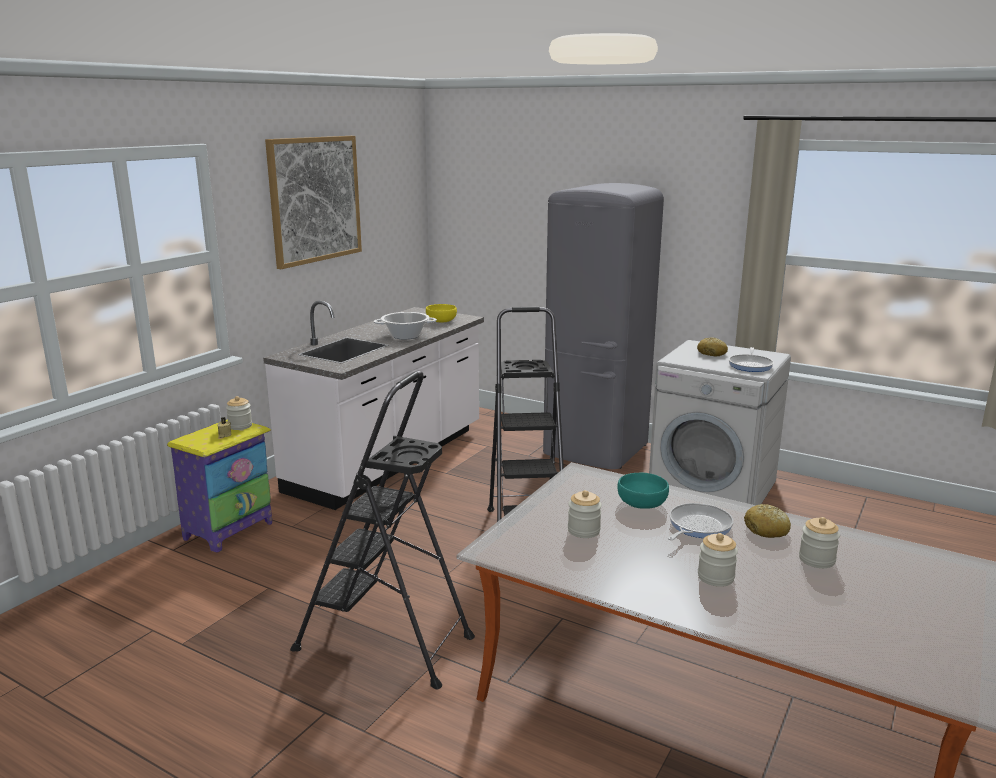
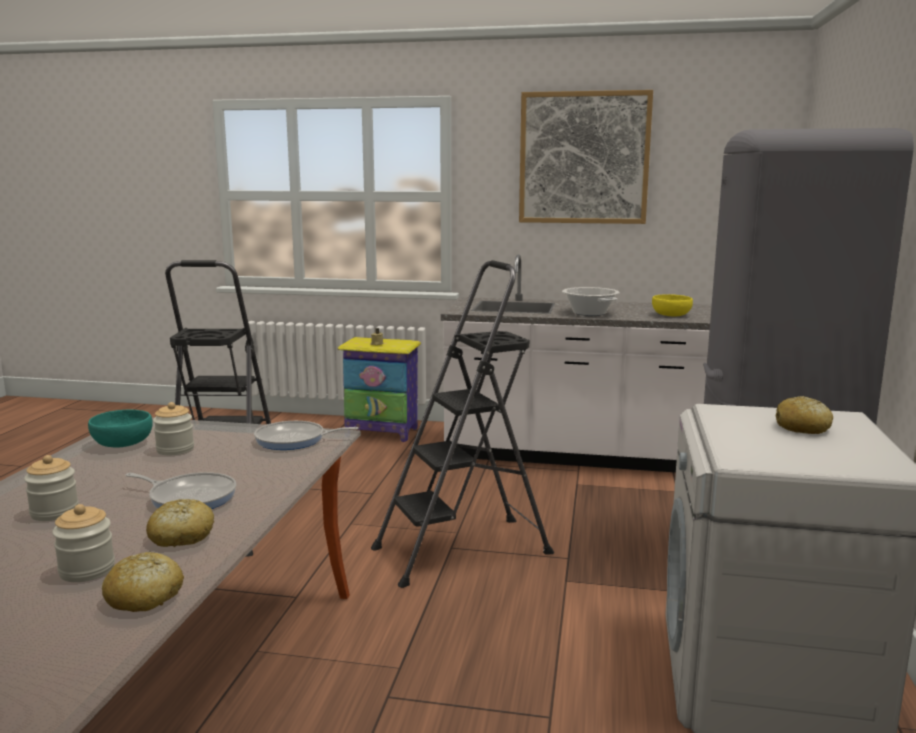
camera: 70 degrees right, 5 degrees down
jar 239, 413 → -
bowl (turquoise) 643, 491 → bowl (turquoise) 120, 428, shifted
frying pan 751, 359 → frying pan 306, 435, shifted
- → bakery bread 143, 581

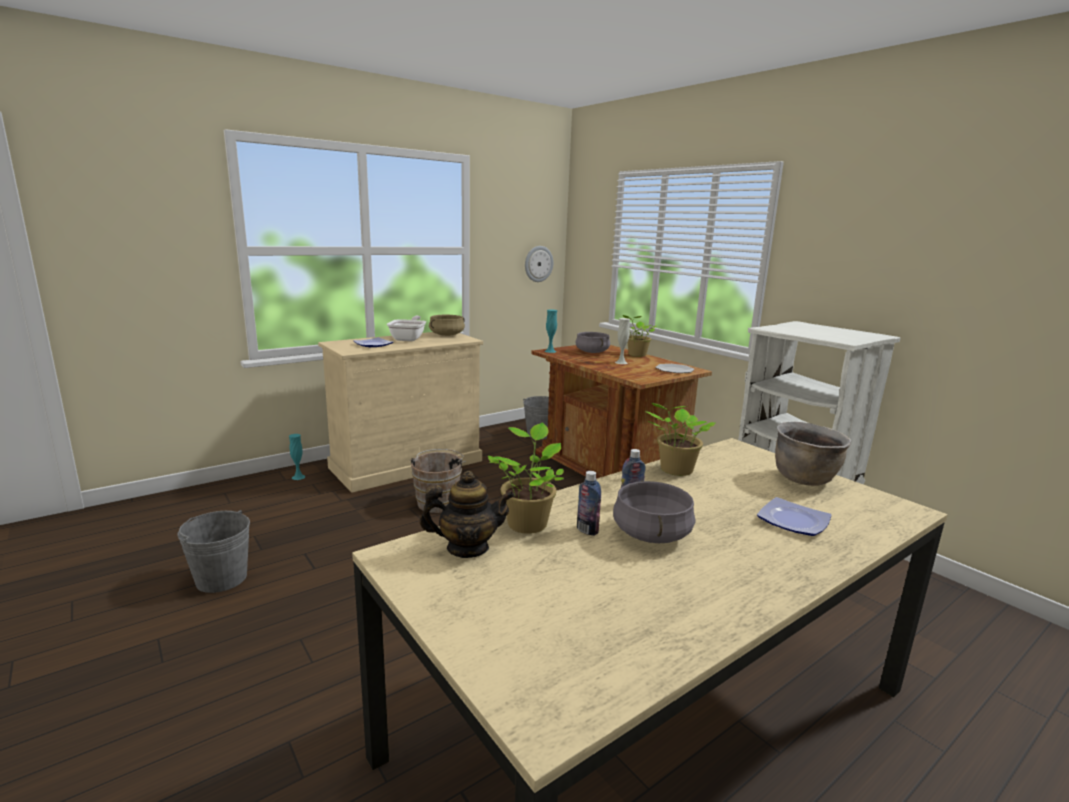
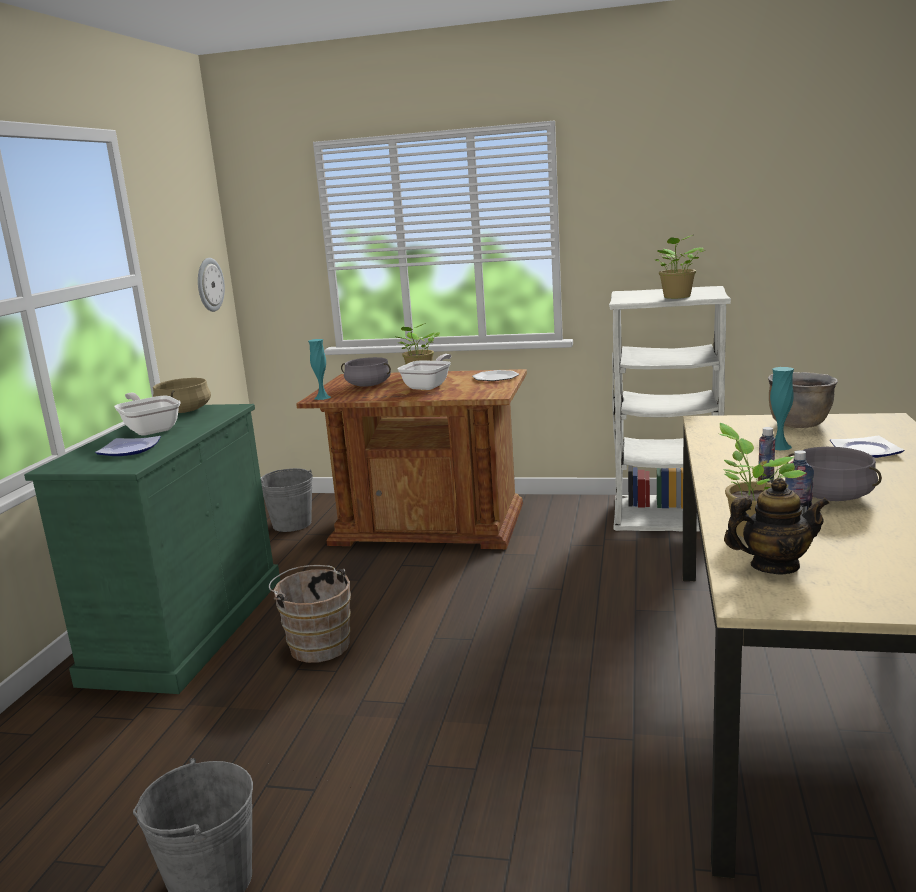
camera: 40 degrees left, 0 degrees up
decorative vase (turquoise) 297, 457 → decorative vase (turquoise) 782, 408, shifted
drawer chest (beige-coloured) 400, 412 → drawer chest (greenish) 152, 549
pot for tea 466, 514 → pot for tea 776, 526, 45 degrees clockwise
decorative vase (whitish) 622, 341 → frying pan 424, 372
houseplant 680, 439 → houseplant 679, 267, shifted

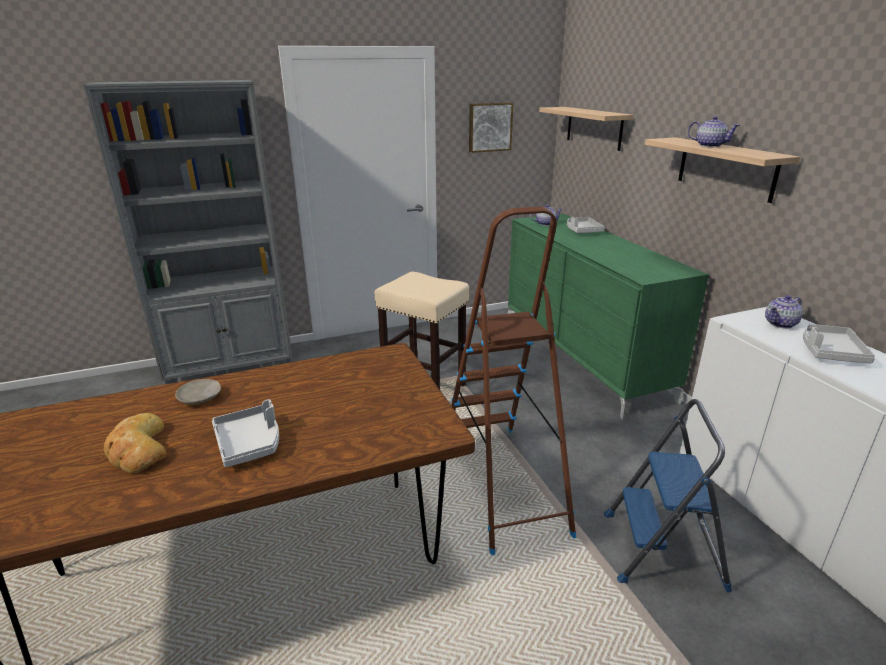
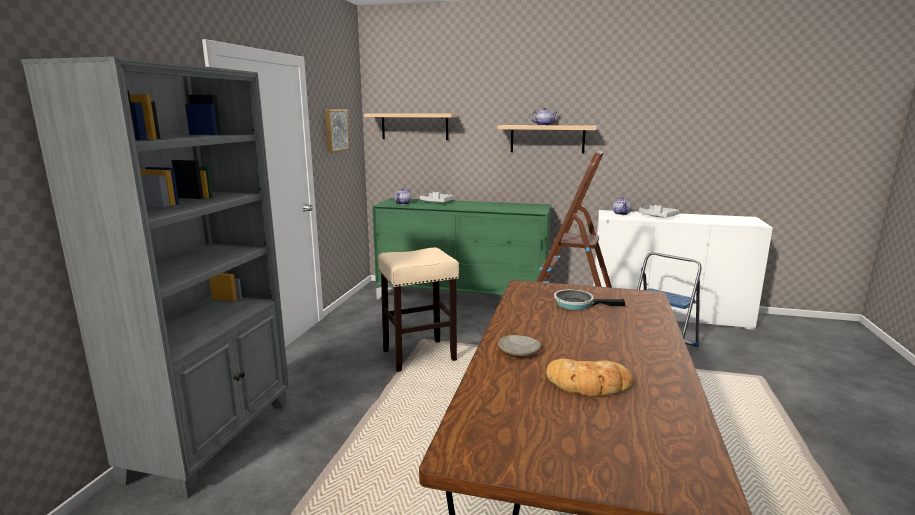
camera: 55 degrees left, 10 degrees down
carrying tray (gray) 245, 433 → -
- → frying pan 589, 299

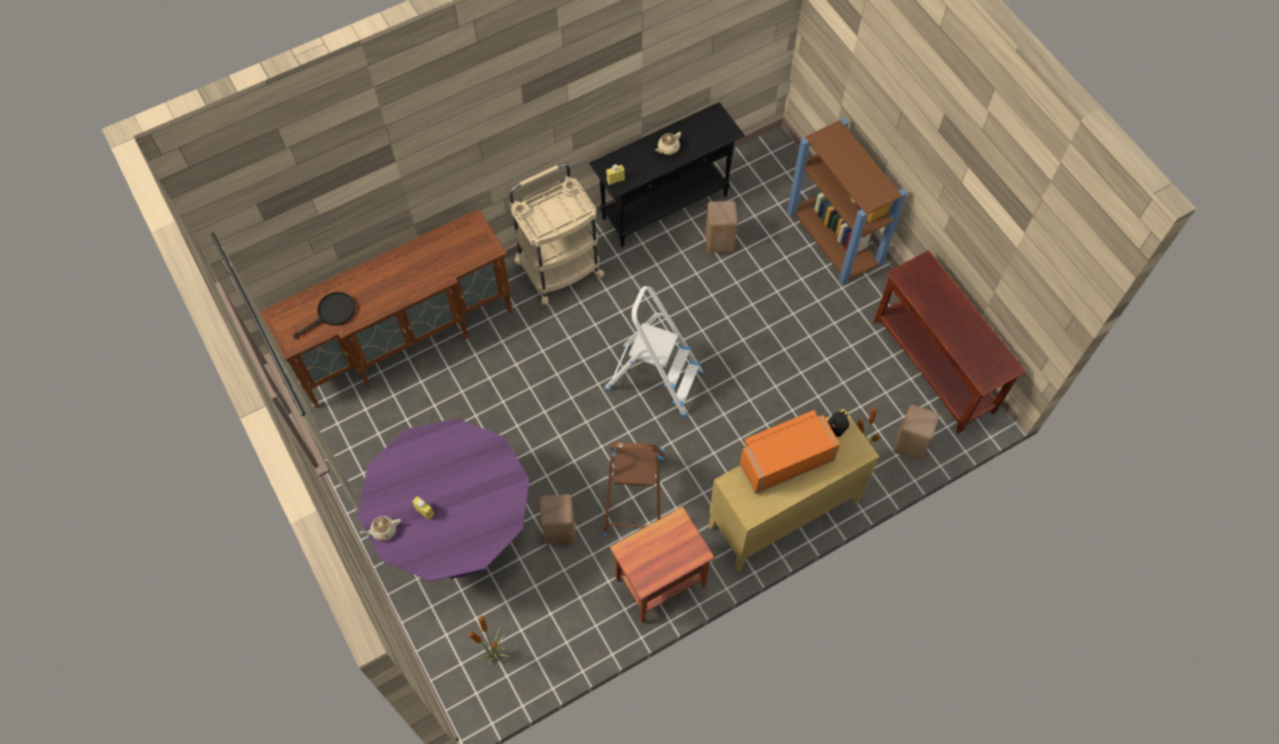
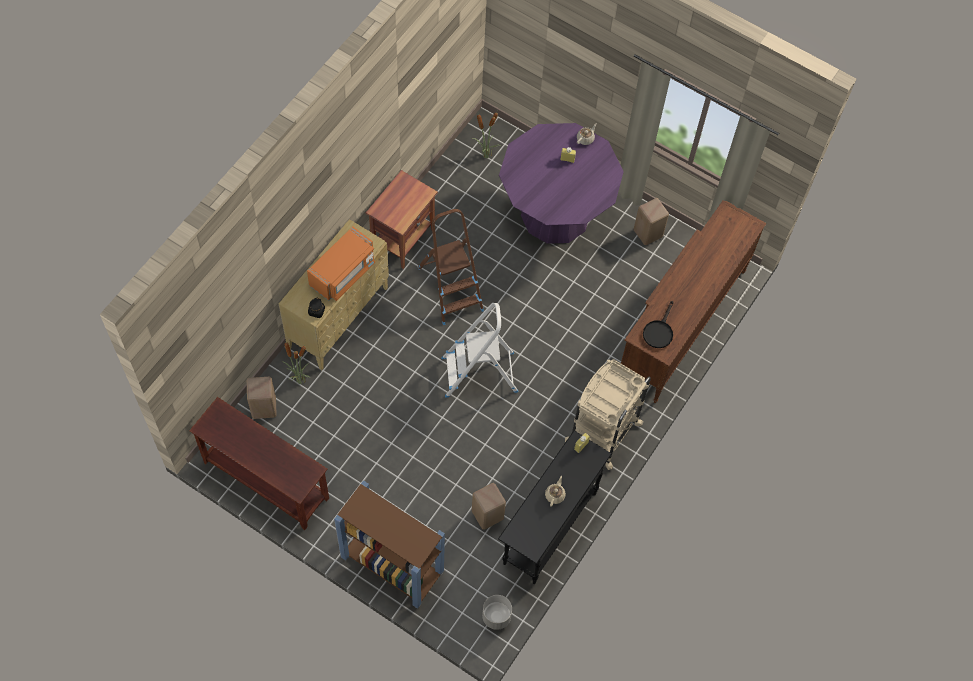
camera: 150 degrees right, 0 degrees up
frying pan (black-coloured) 324, 315 → frying pan (black-coloured) 658, 324, shifted
stool (beige-coloured) 557, 519 → stool (beige-coloured) 651, 221, shifted
- → plant pot (gray) 497, 612

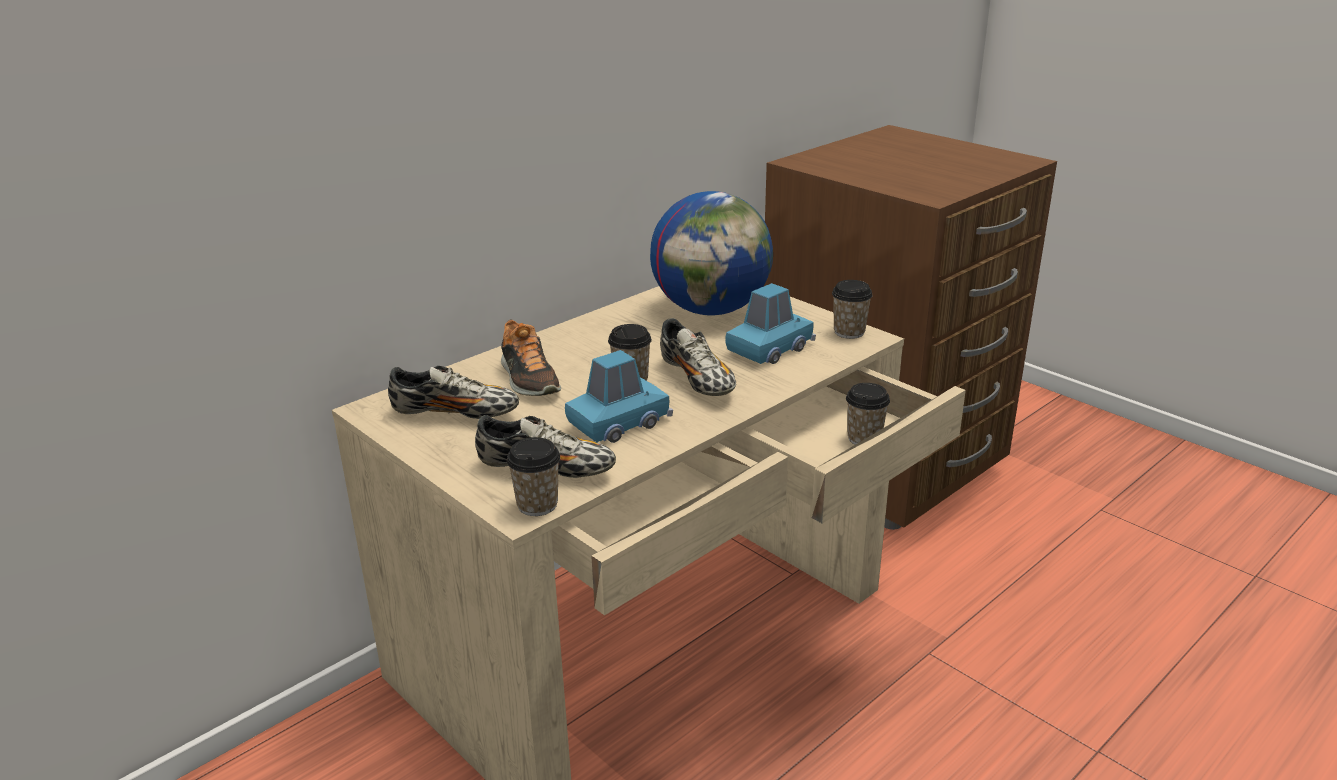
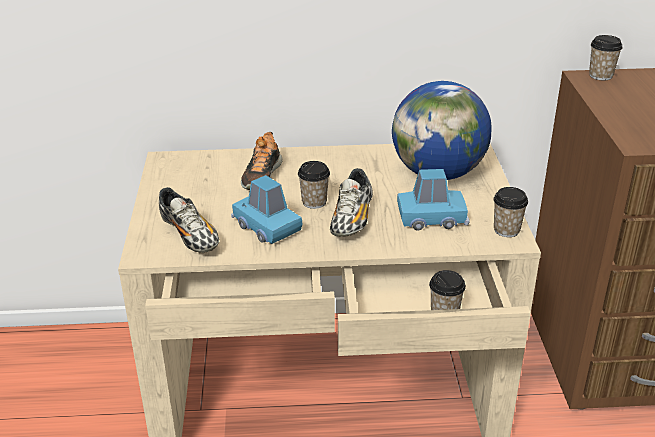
camera: 40 degrees right, 5 degrees up
shoe 453, 392 → -
small cup 533, 476 → small cup 606, 57, shifted
toy car (blue-coloured) 619, 396 → toy car (blue-coloured) 266, 209, 135 degrees counterclockwise

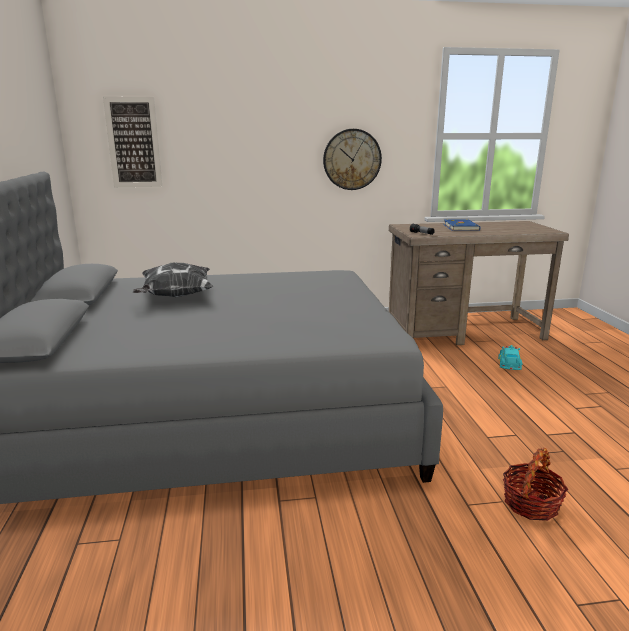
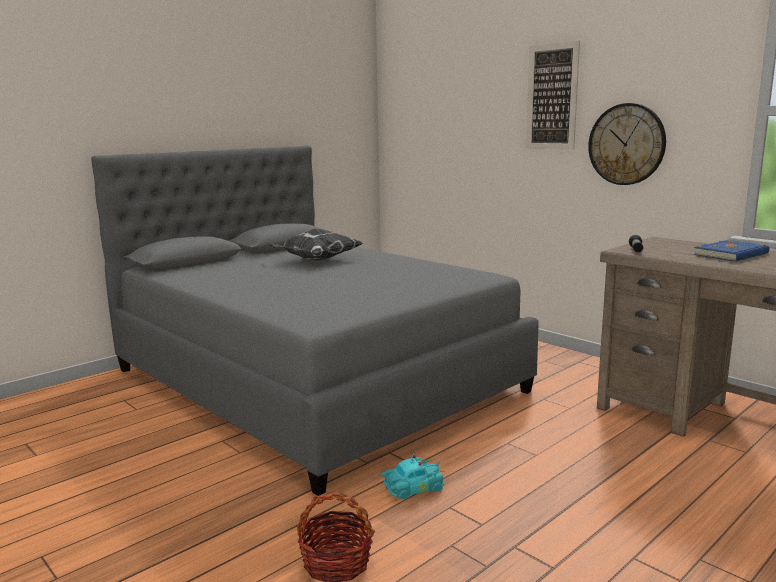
camera: 55 degrees right, 5 degrees down
wall art 132, 141 → wall art 553, 95, shifted
toy car (turquoise) 510, 357 → toy car (turquoise) 412, 476, shifted

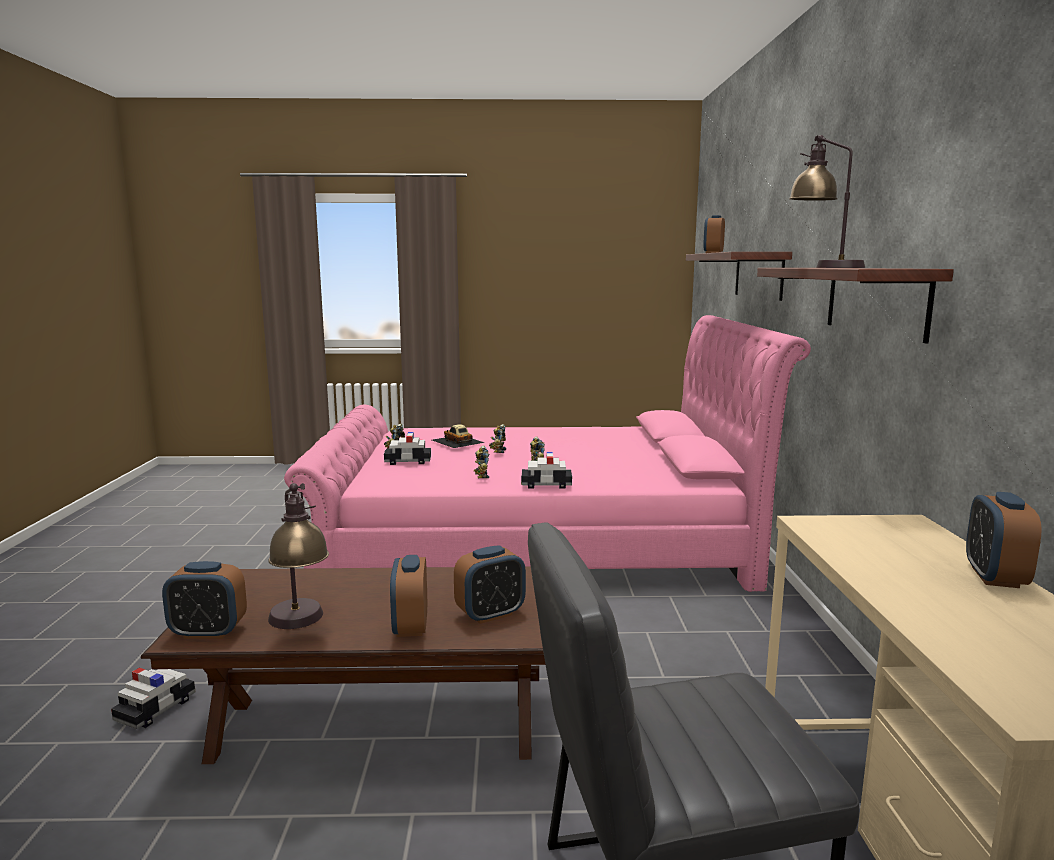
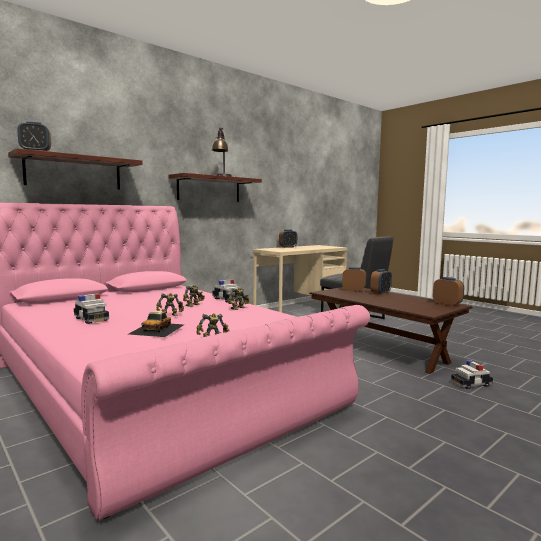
camera: 130 degrees left, 5 degrees down
tabletop lamp 298, 556 → -
toy car 407, 448 → toy car 91, 308, shifted

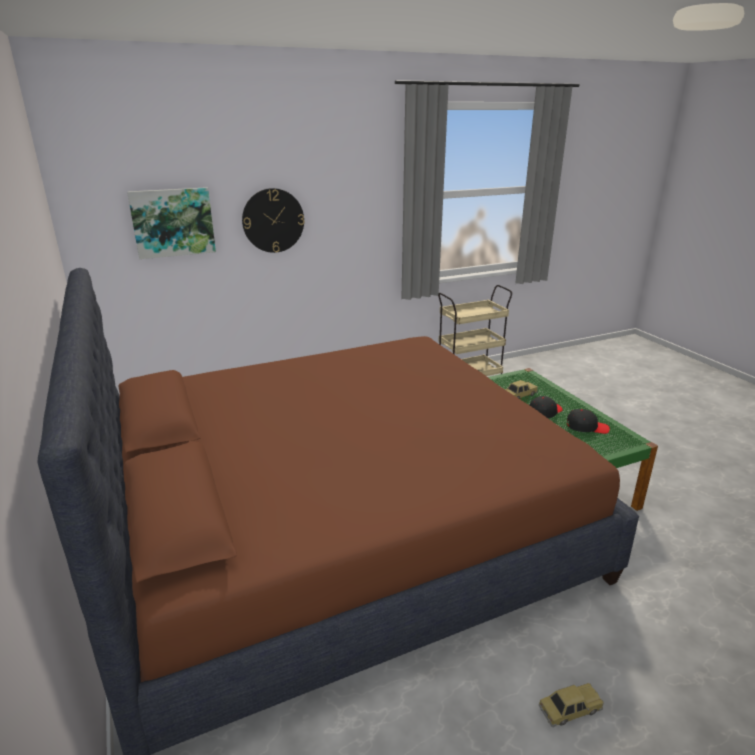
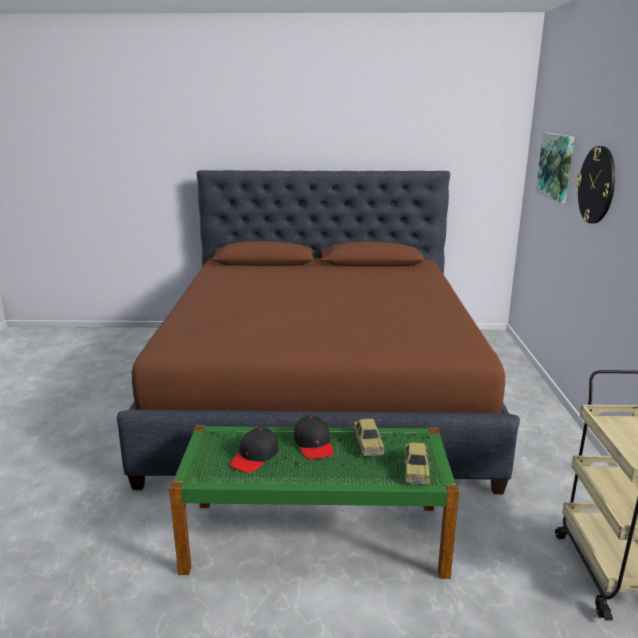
camera: 115 degrees right, 5 degrees down
toy car 571, 705 → toy car 417, 463, shifted

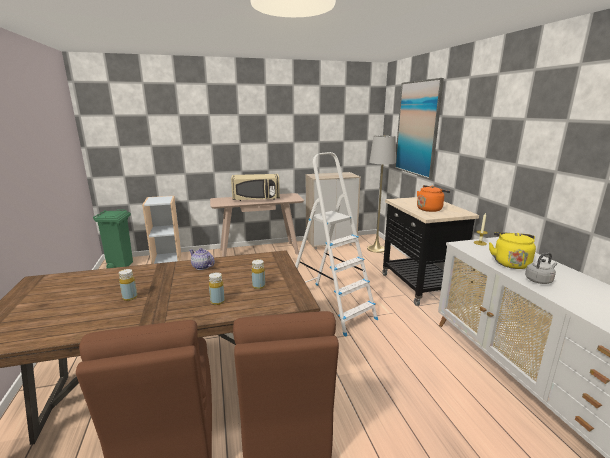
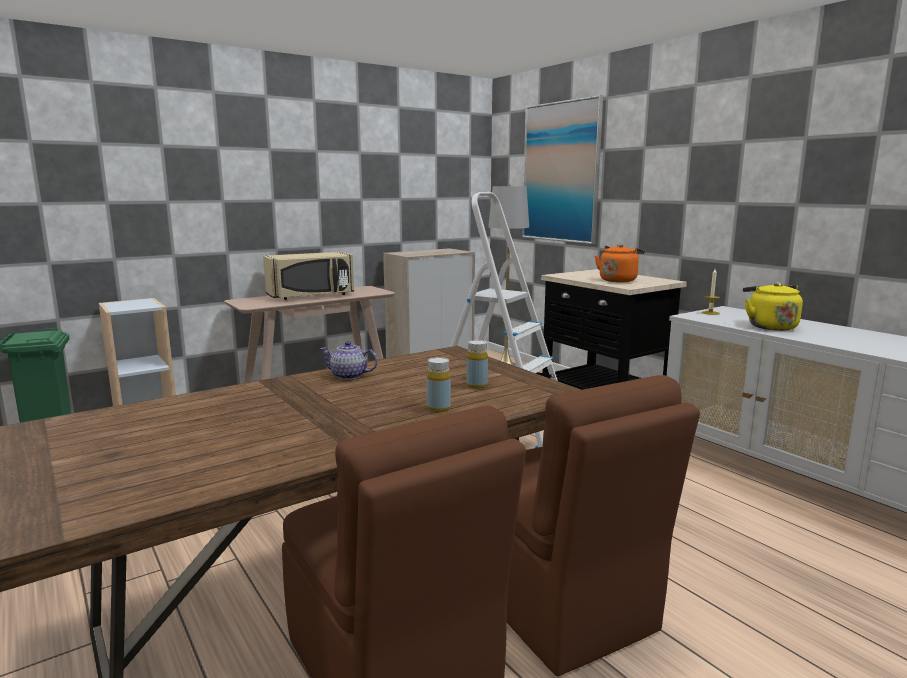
camera: 20 degrees left, 5 degrees down
bottle (yellow-coloured) 128, 285 → -
kettle (gray) 541, 268 → -

